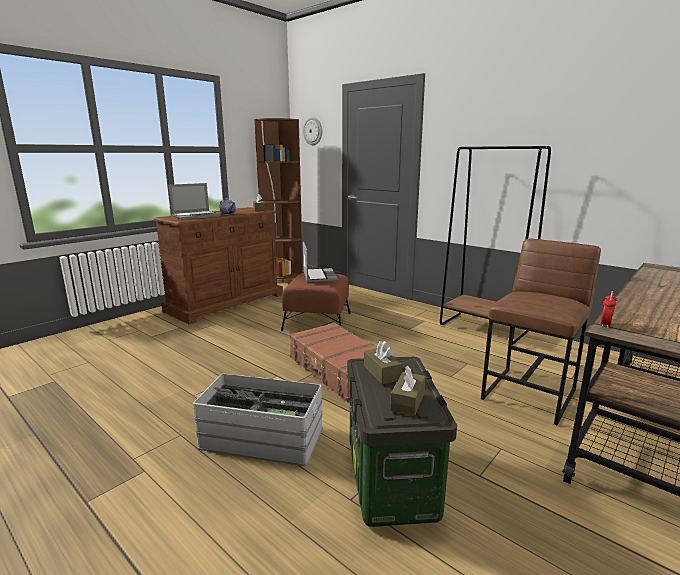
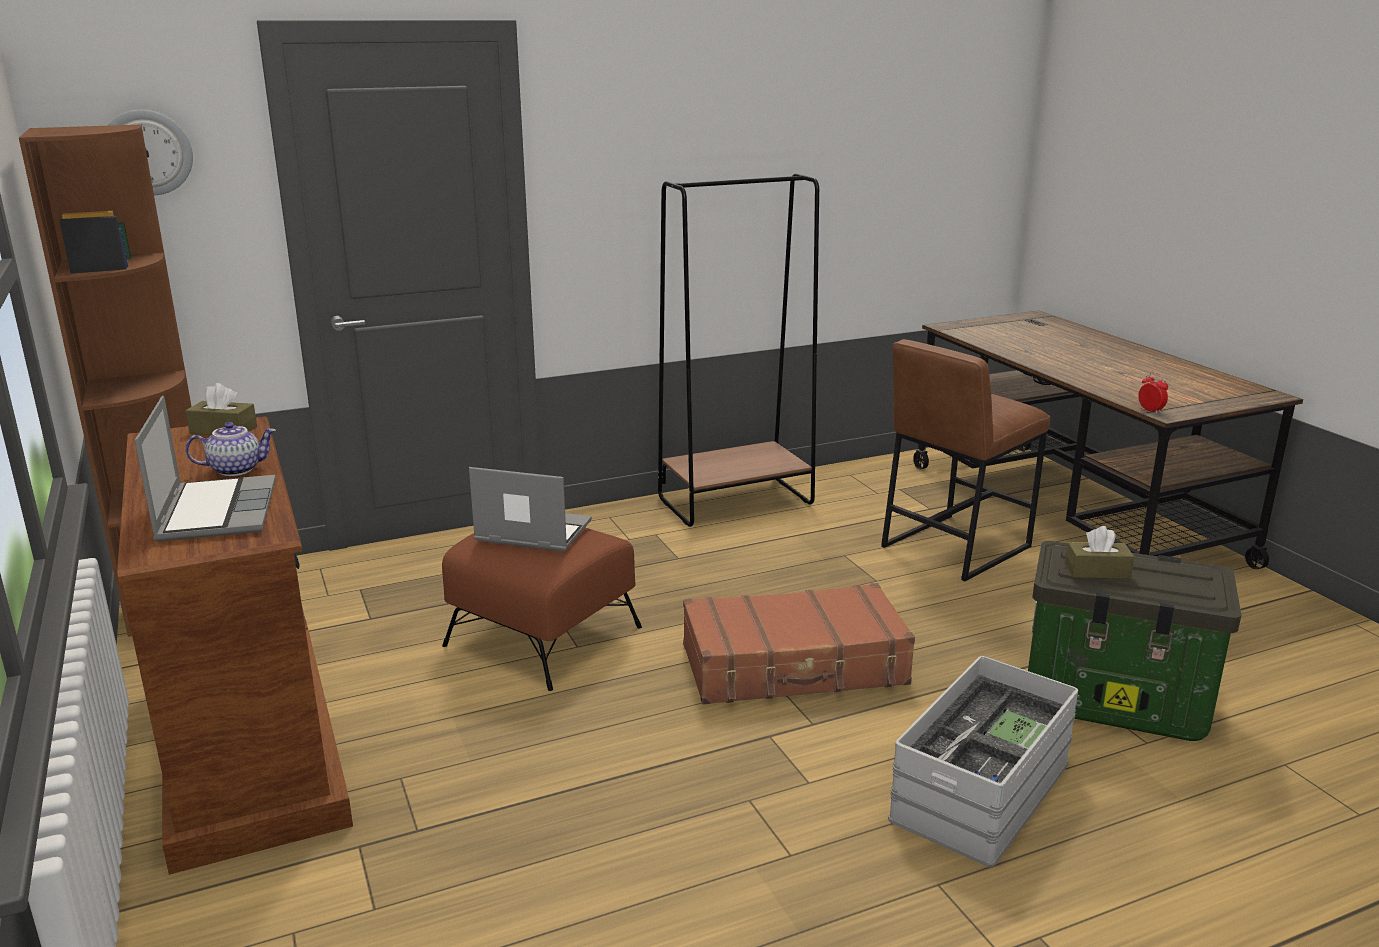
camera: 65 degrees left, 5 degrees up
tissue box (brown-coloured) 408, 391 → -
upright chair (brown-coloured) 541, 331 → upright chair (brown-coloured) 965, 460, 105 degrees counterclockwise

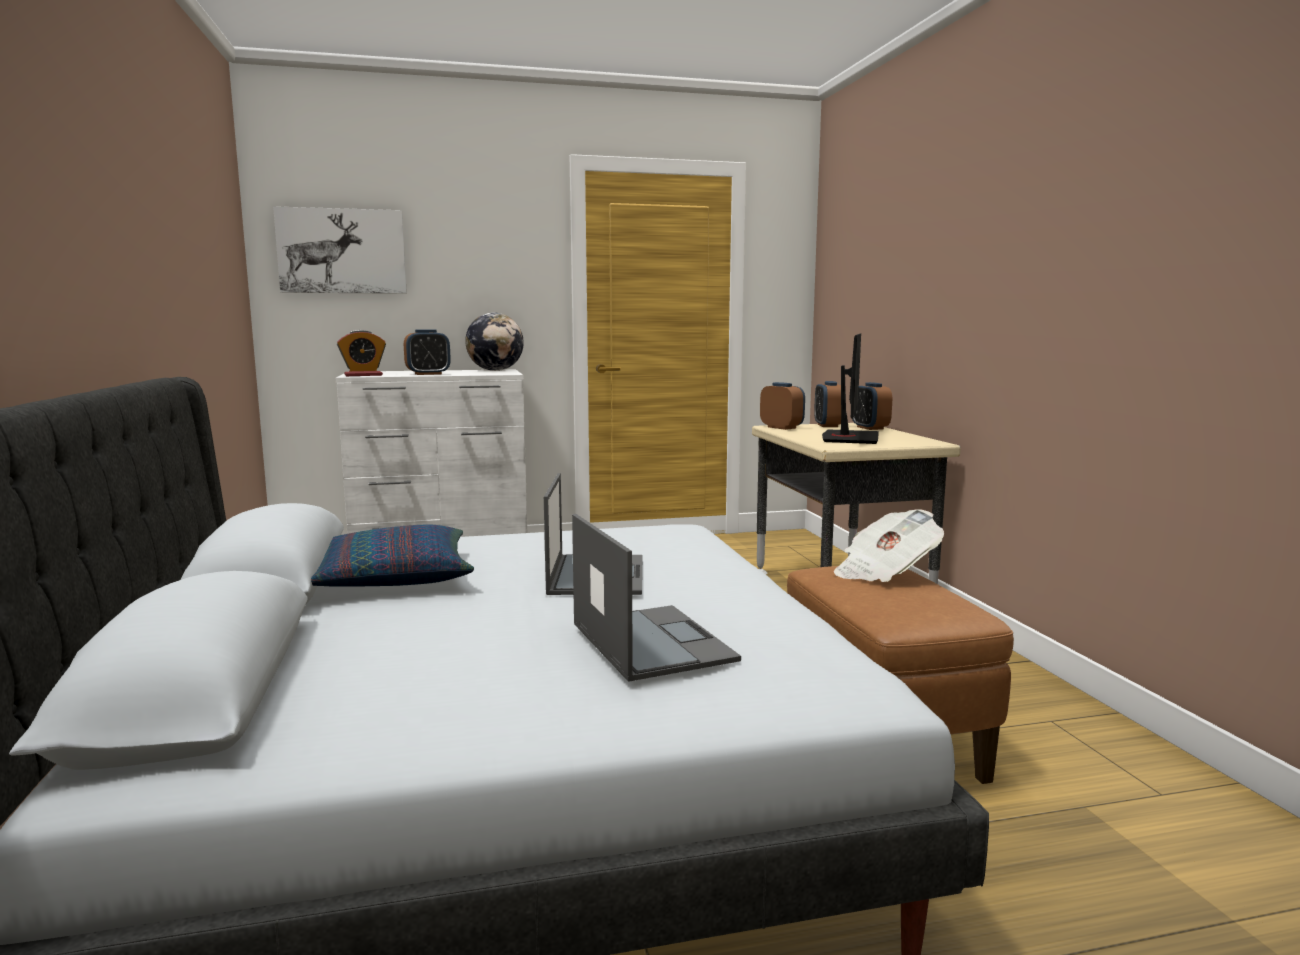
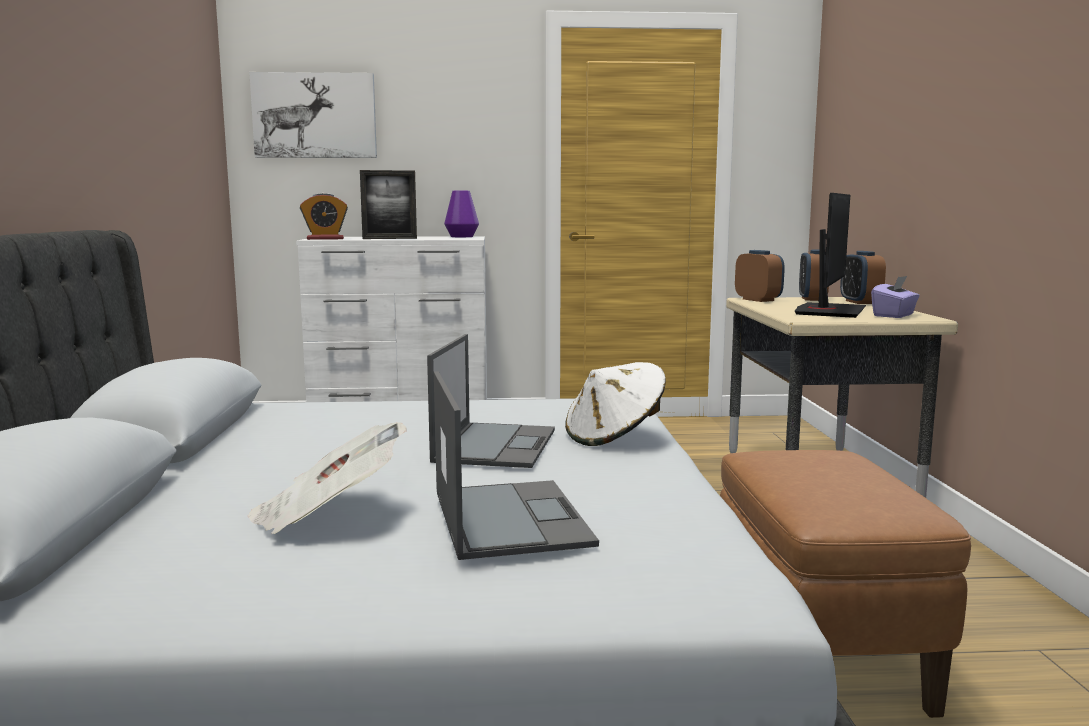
camera: 10 degrees right, 0 degrees up
cushion (blue-coloured) 392, 556 → -
alarm clock 427, 352 → photo frame 388, 204
world globe 494, 342 → decorative vase (purple) 461, 214
daily paper 889, 545 → daily paper 327, 478, shifted
- → clothing hat (whitish) 615, 404
- → tissue box (purple) 895, 297

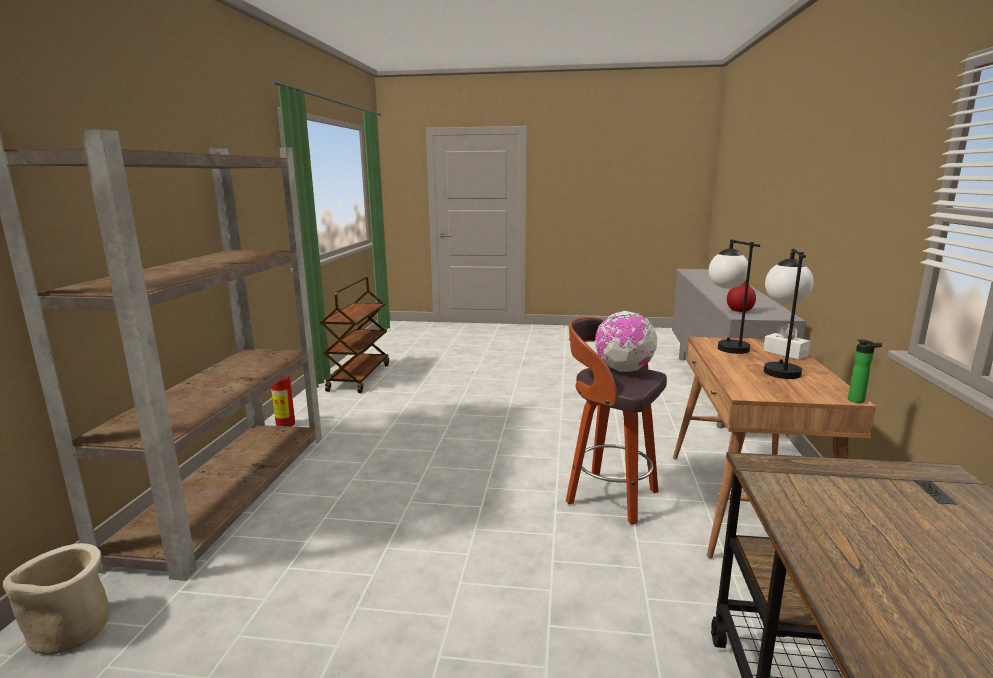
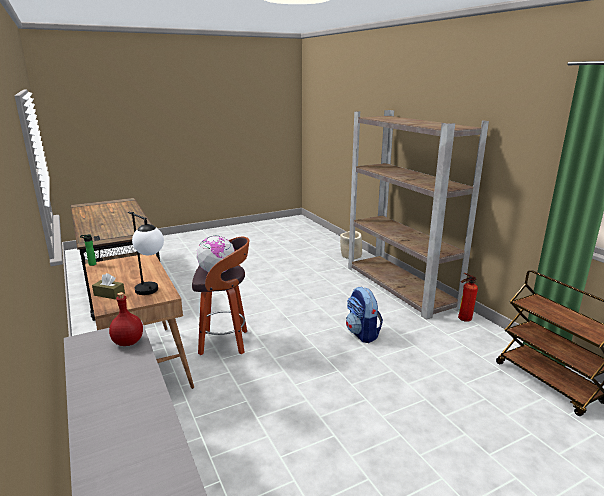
camera: 145 degrees right, 5 degrees up
tissue box (whitish) 786, 342 → tissue box (brown-coloured) 108, 286
tabletop lamp 789, 313 → -
- → rucksack 364, 315

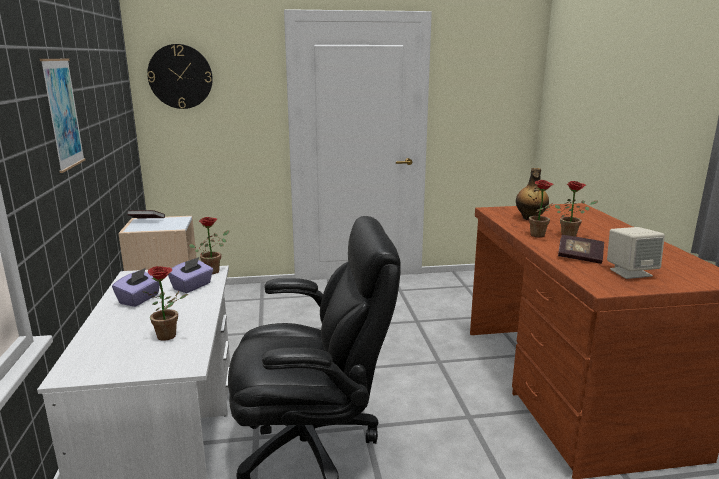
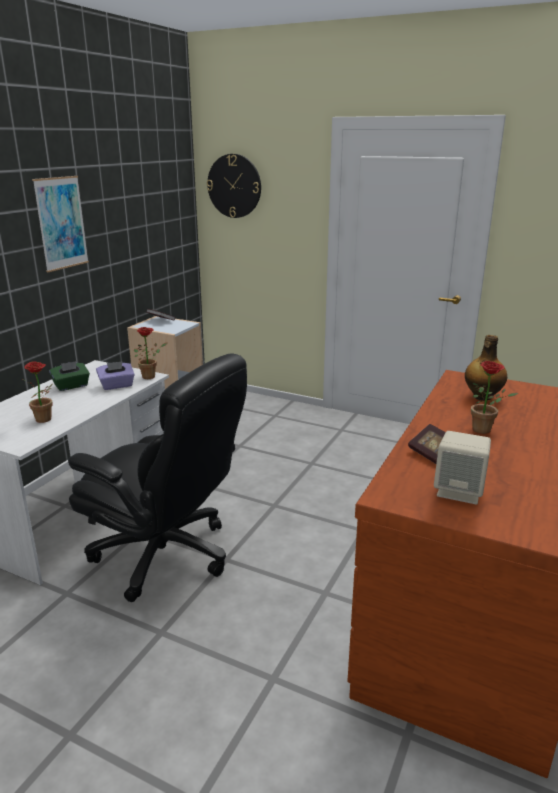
camera: 35 degrees right, 5 degrees up
tissue box (purple) 136, 287 → tissue box (greenish) 69, 376
houseplant 541, 209 → -

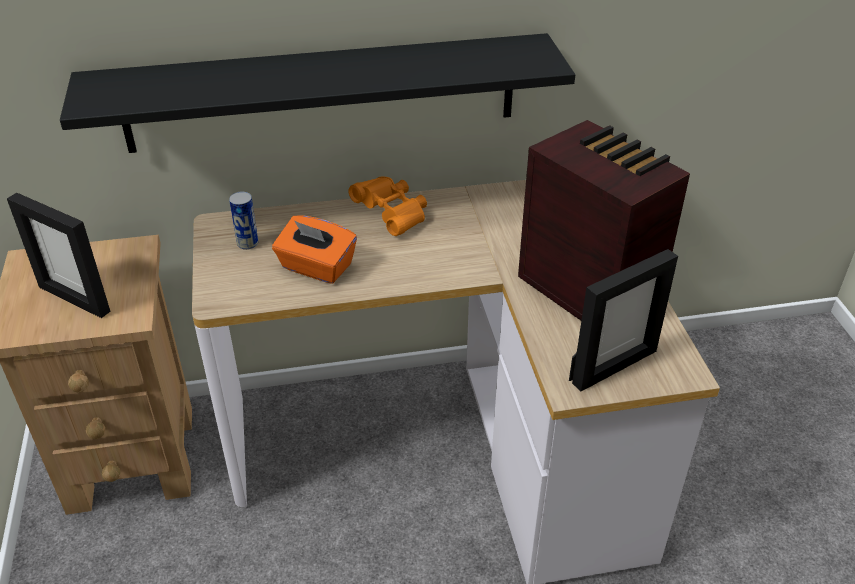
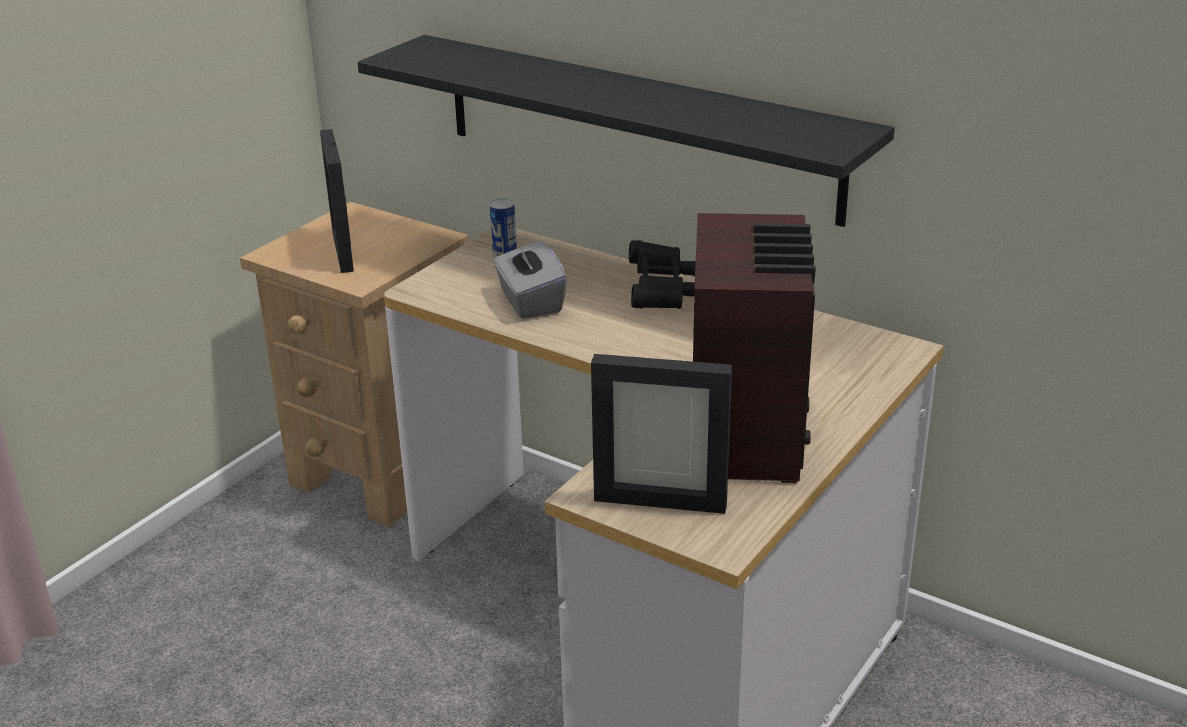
camera: 45 degrees right, 10 degrees down
tissue box (orange) 314, 250 → tissue box (gray) 530, 278
field glasses (orange) 387, 206 → field glasses (black-coloured) 662, 274

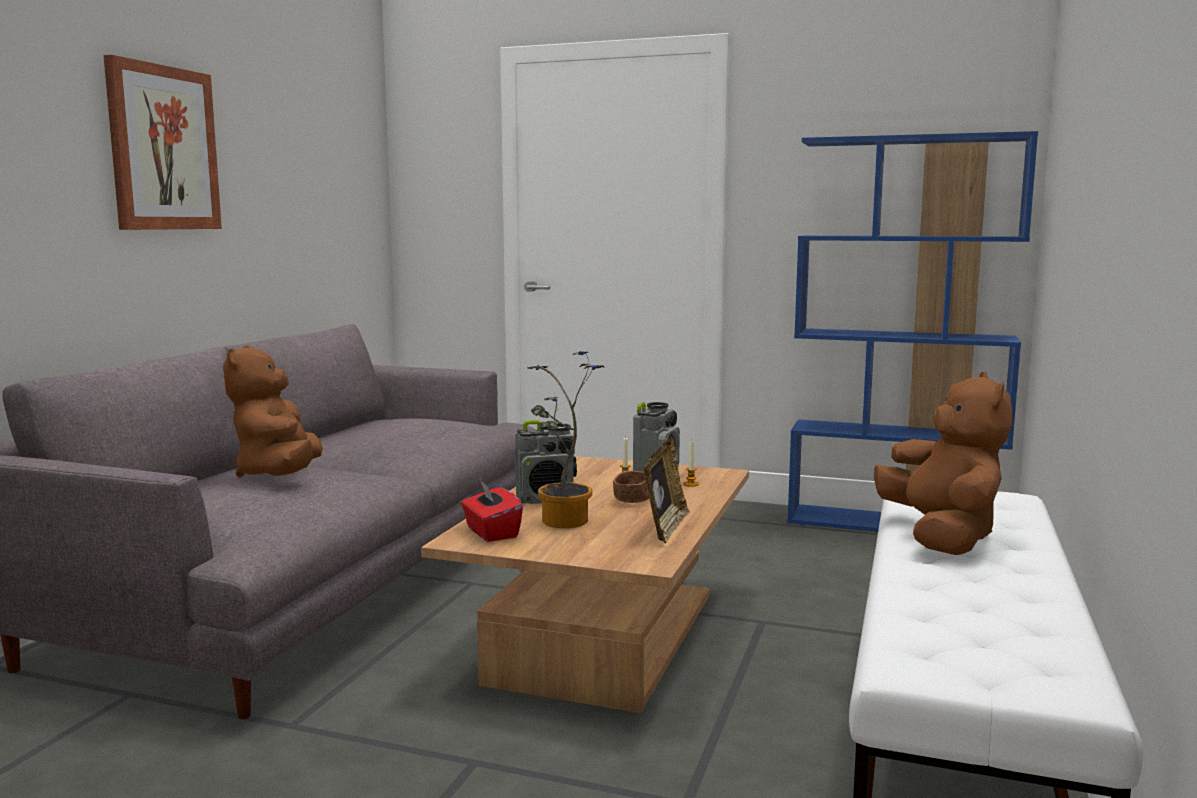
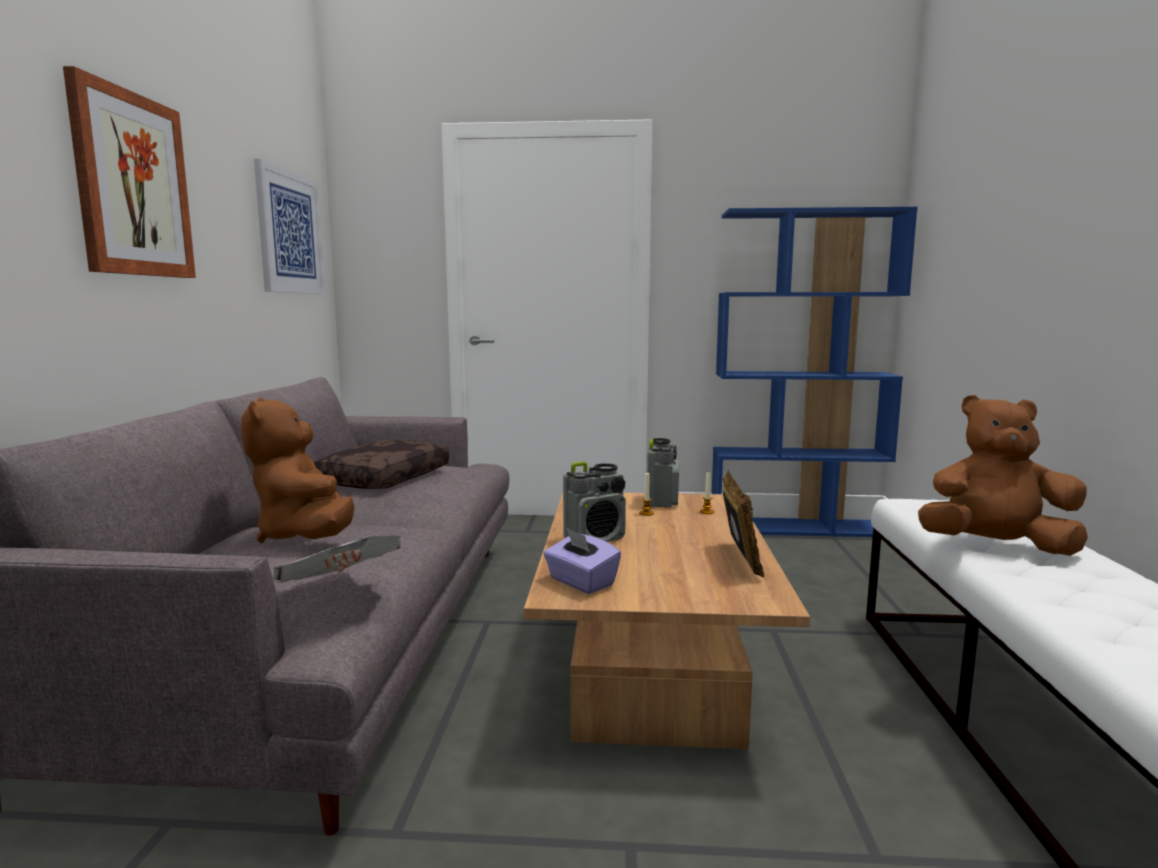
camera: 15 degrees left, 0 degrees up
tissue box (red-coloured) 492, 511 → tissue box (purple) 582, 561
houseplant 566, 439 → -
bowl (brown-coloured) 631, 487 → -
cuddly toy (brown-coloured) 943, 463 → cuddly toy (brown-coloured) 1003, 475, 60 degrees counterclockwise
- → wall art 289, 226
- → daily paper 337, 559
- → cushion (brown-coloured) 381, 464

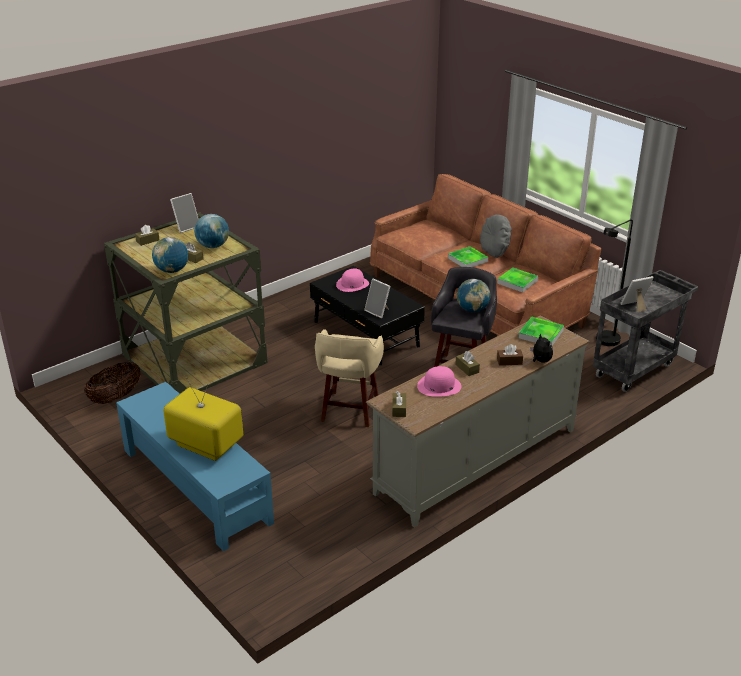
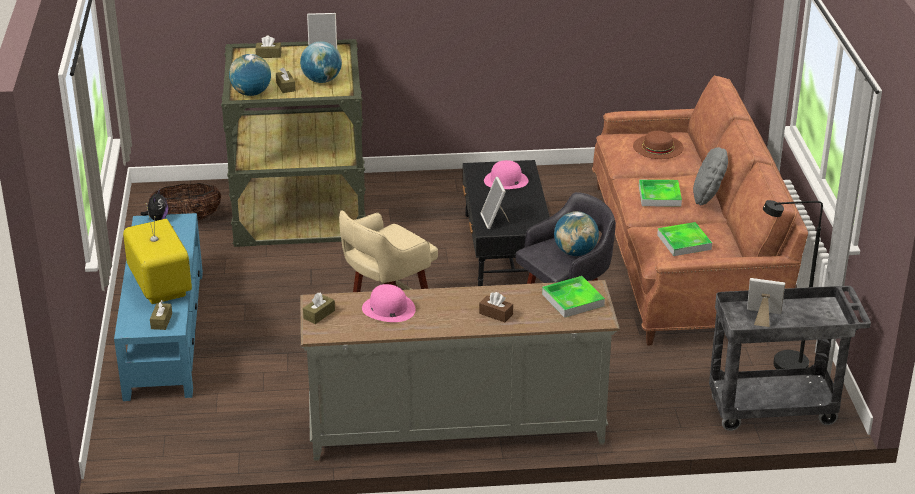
camera: 35 degrees right, 0 degrees up
tissue box (brown-coloured) 467, 363 → tissue box (brown-coloured) 161, 315, shifted
cuddly toy 541, 348 → cuddly toy 155, 205, shifted
- → clothing hat (brown-coloured) 658, 145

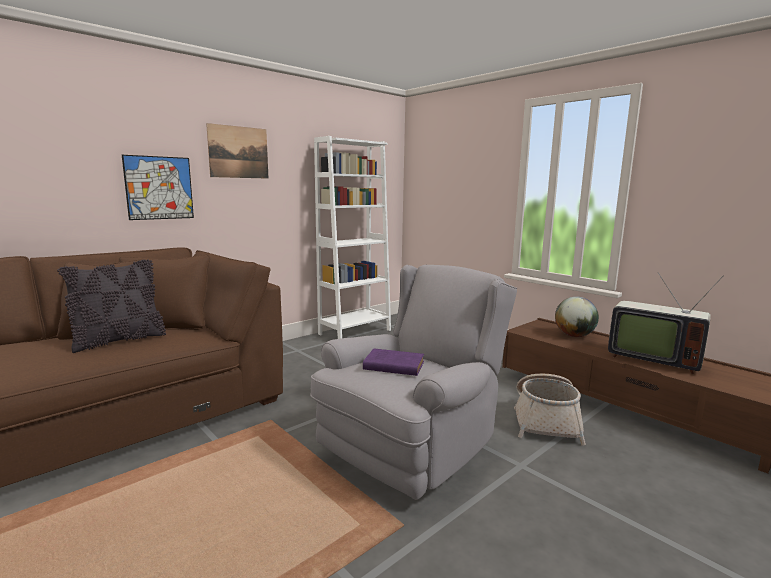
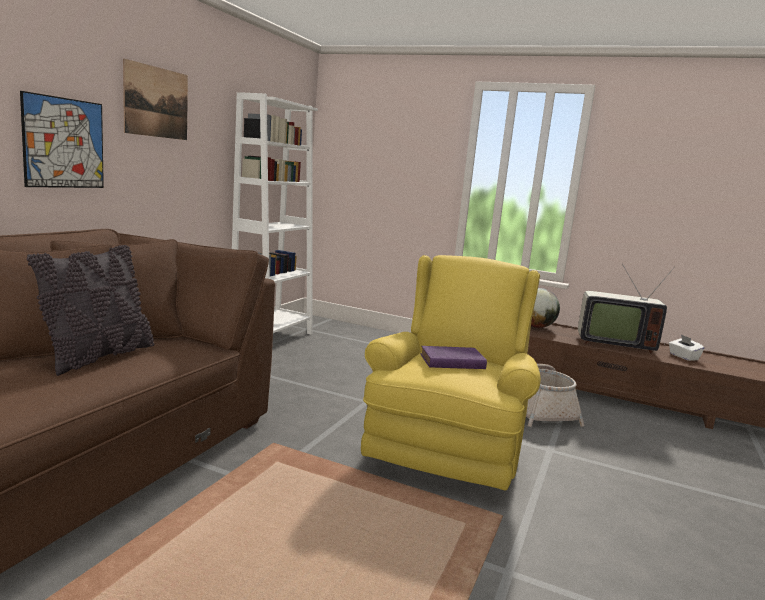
camera: 25 degrees left, 0 degrees up
armchair (gray) 413, 382 → armchair (yellow-coloured) 451, 373
- → tissue box (whitish) 687, 348

